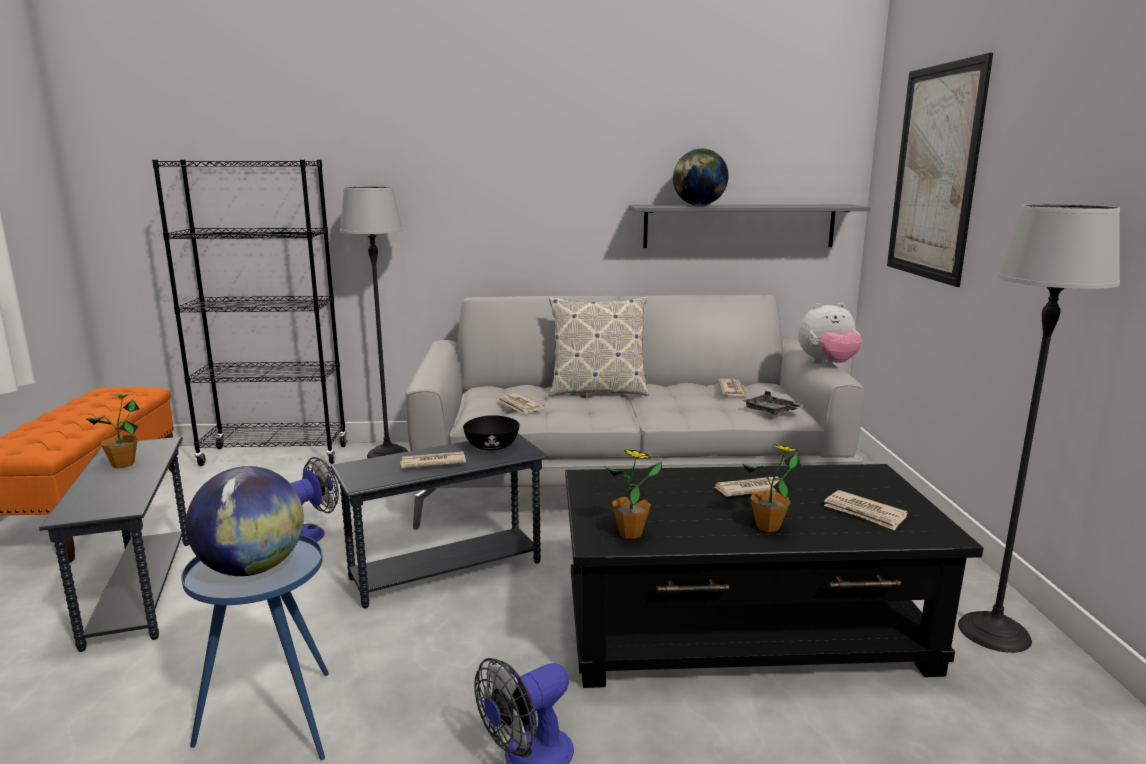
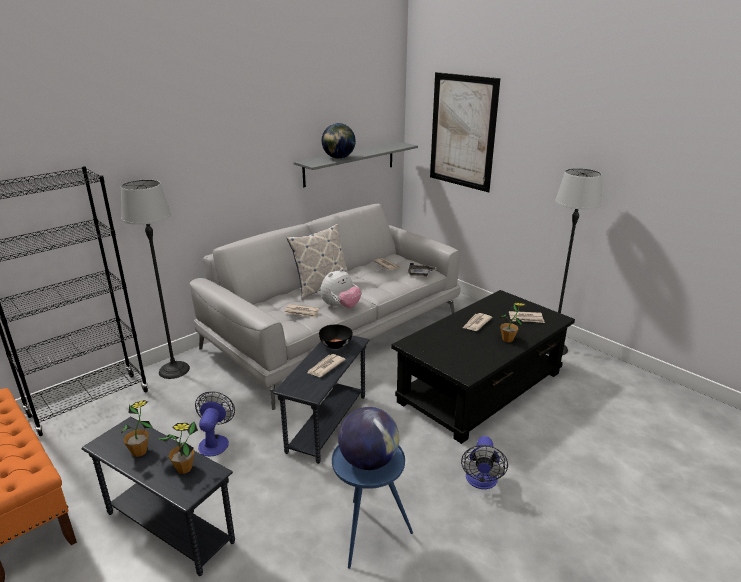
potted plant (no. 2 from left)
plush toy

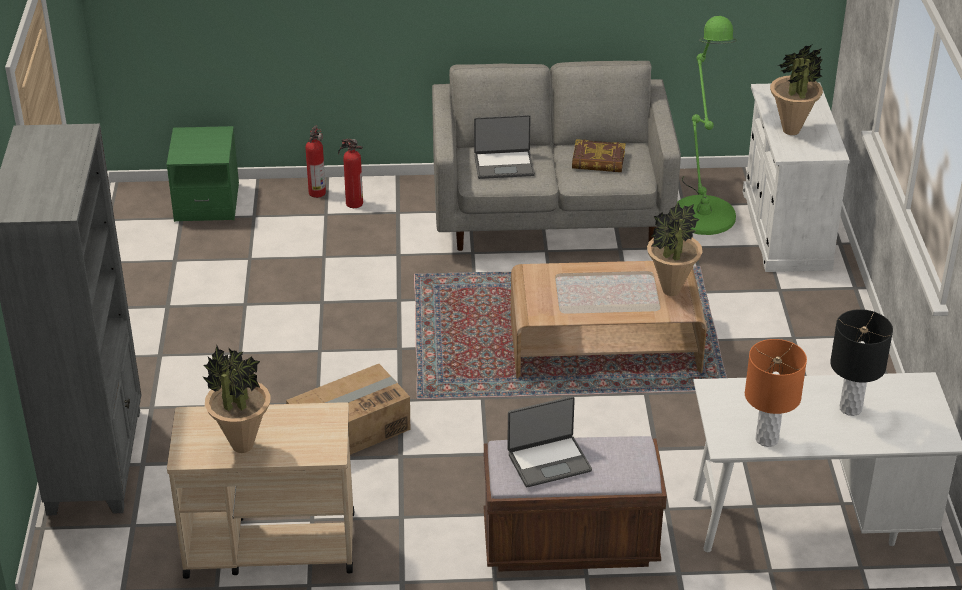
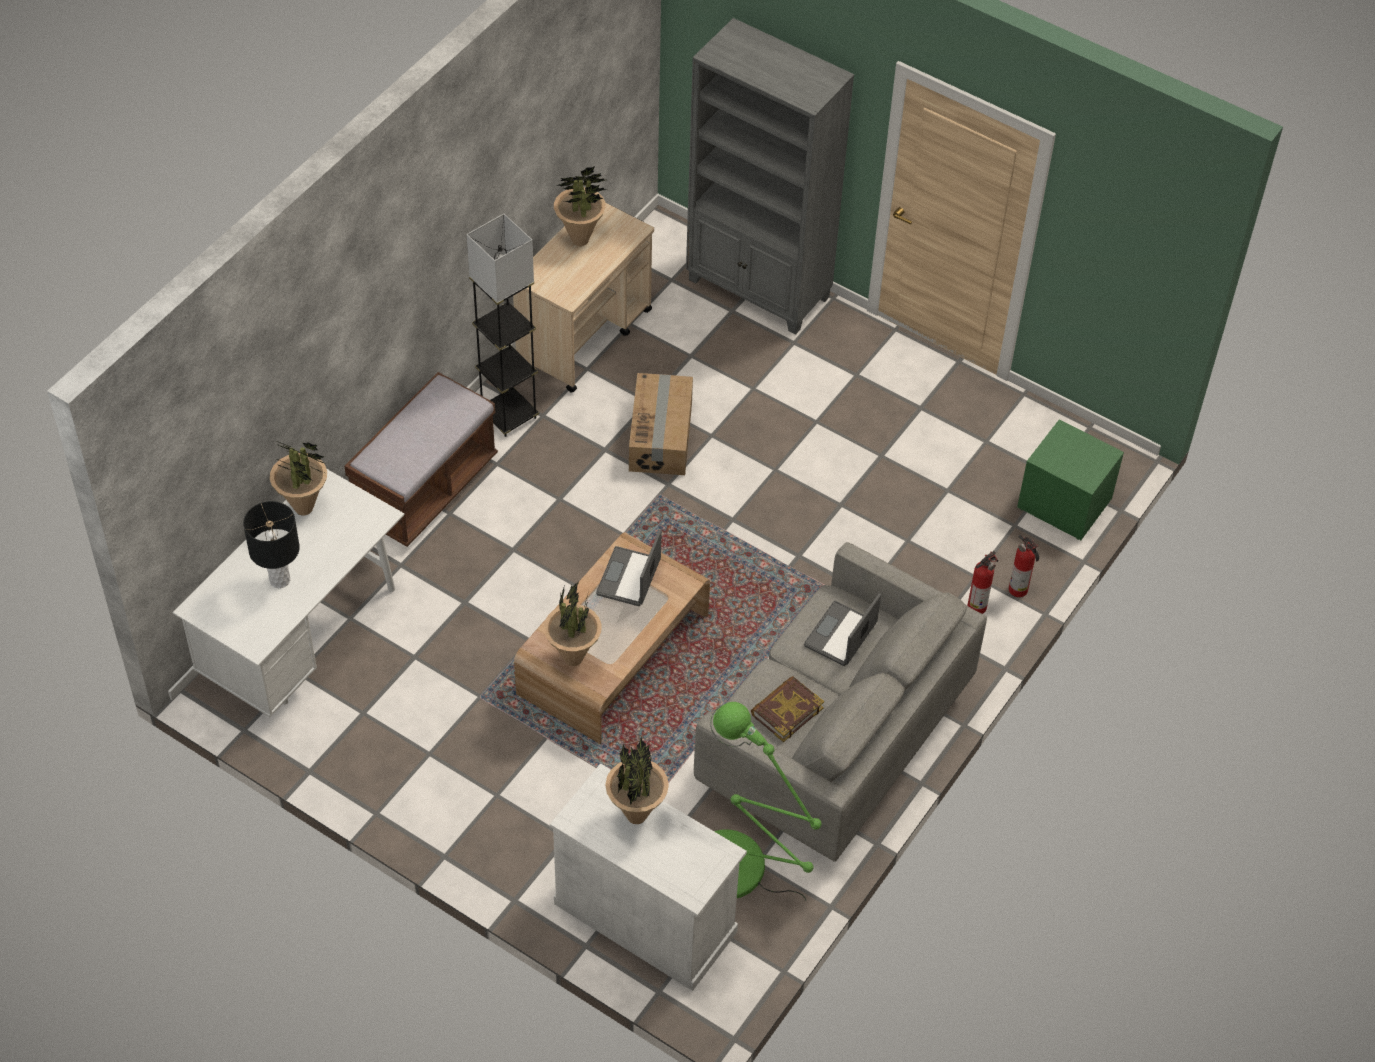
potted plant (no. 1 from left)
grey floor lamp
laptop (no. 1 from left)

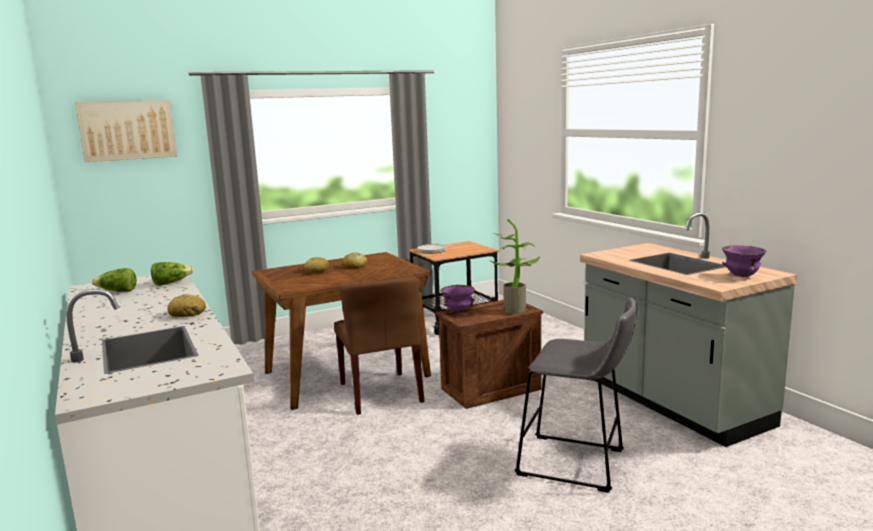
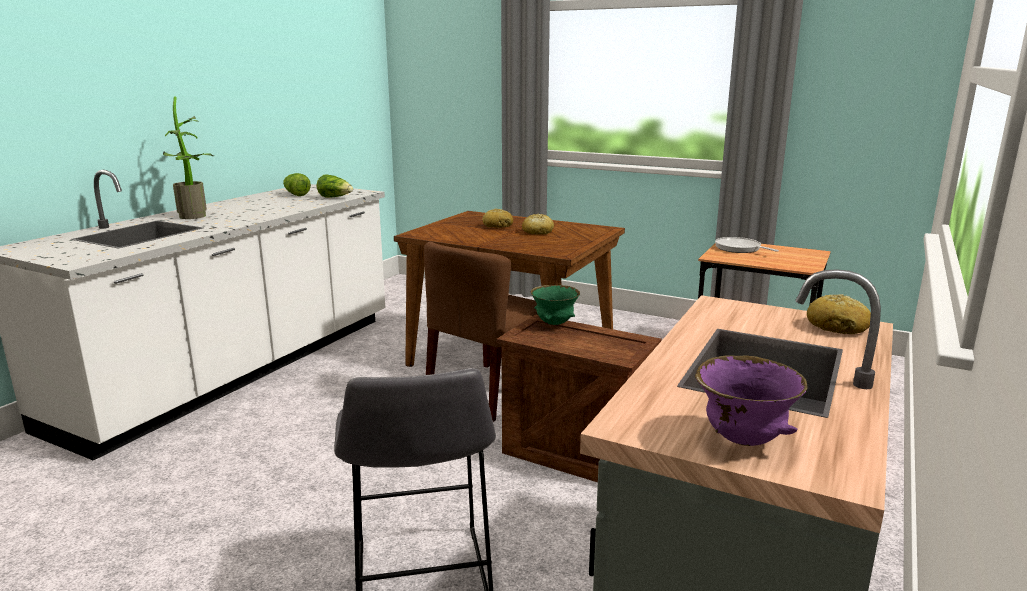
potted plant
green bowl
bread (no. 3 from left)
picture

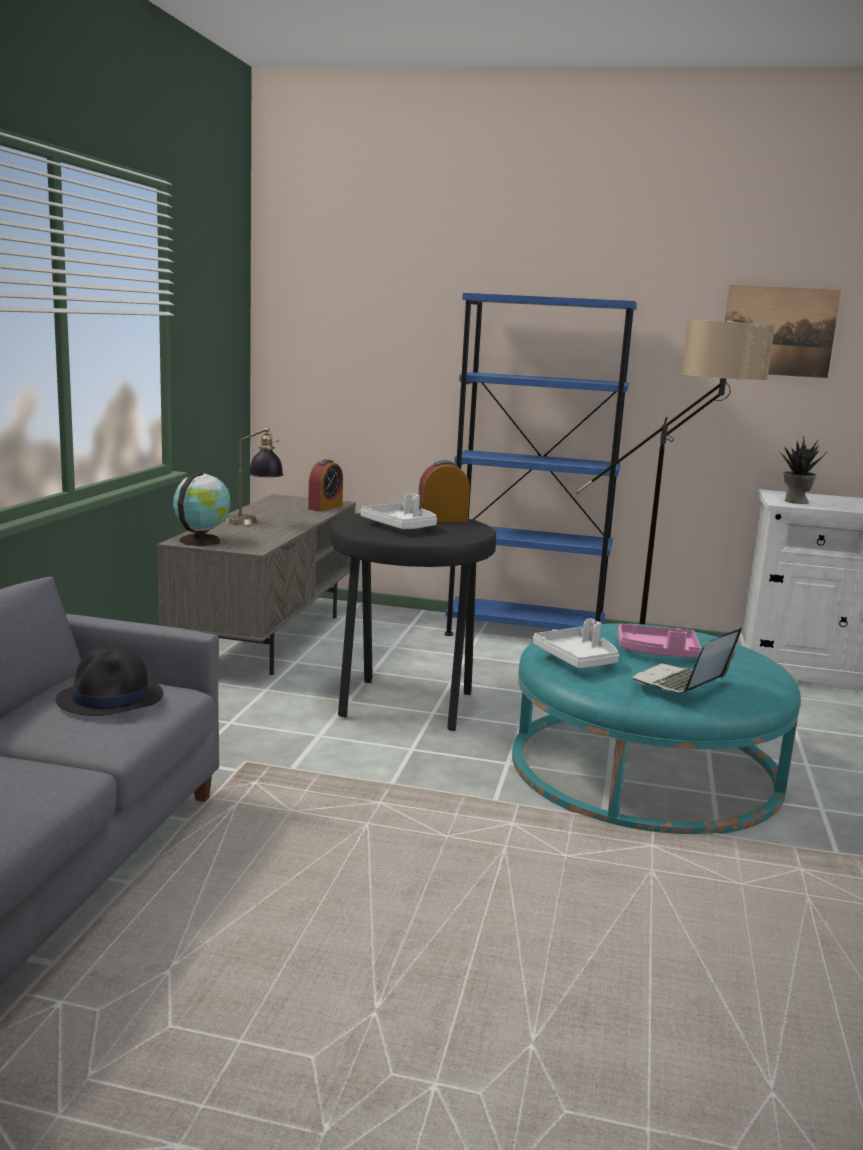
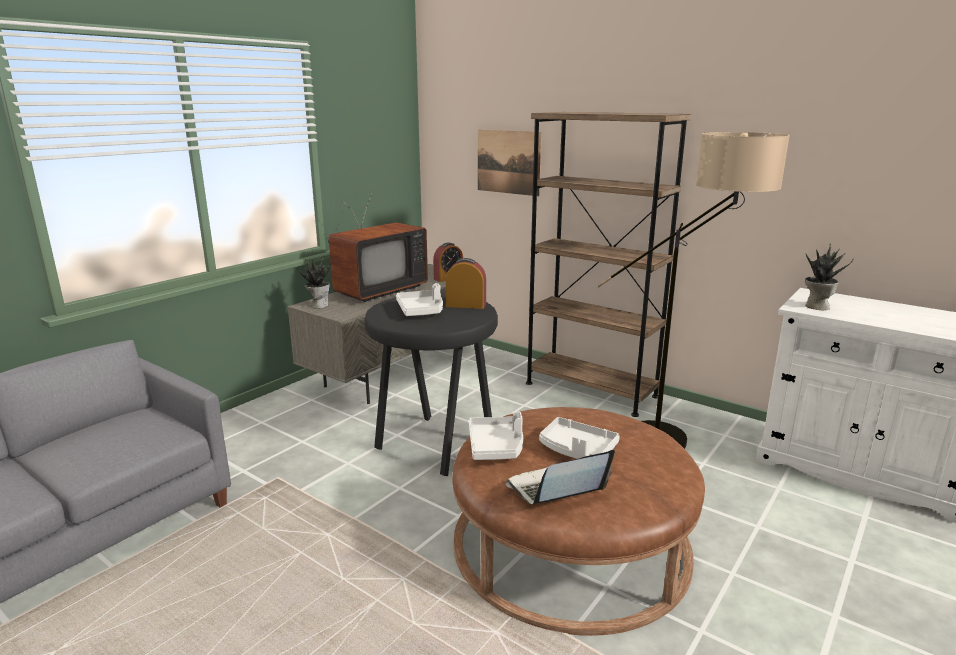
potted plant (no. 1 from left)
television
brown ottoman
picture
brown bookcase
white tray (no. 3 from left)
black hat

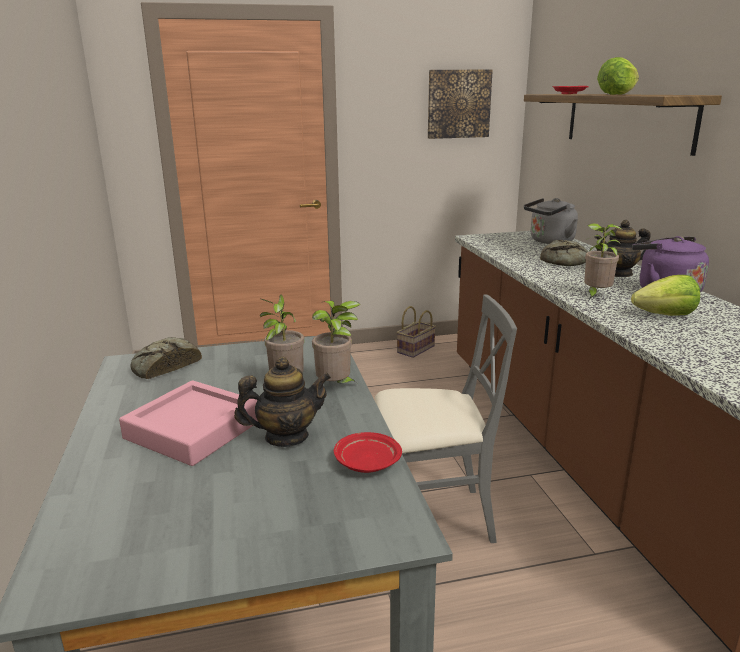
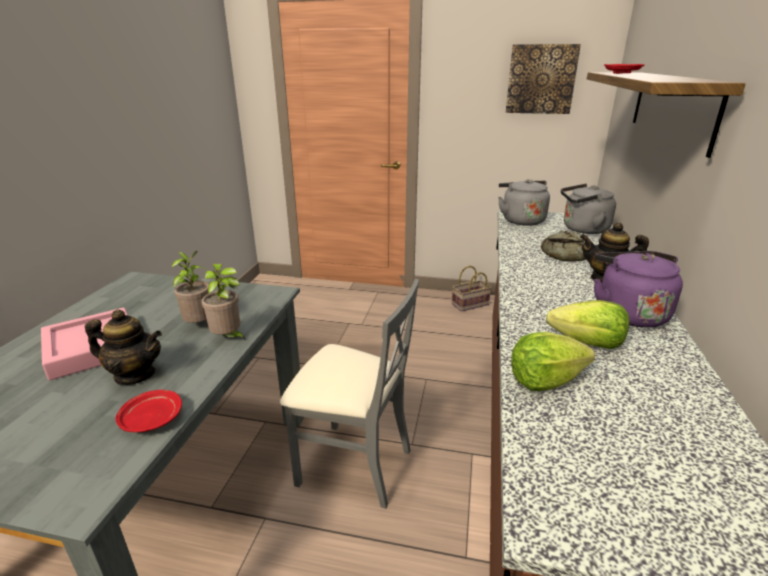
grey kettle (no. 1 from left)
lettuce (no. 1 from left)
bread (no. 1 from left in the first image)
potted plant (no. 3 from left in the first image)

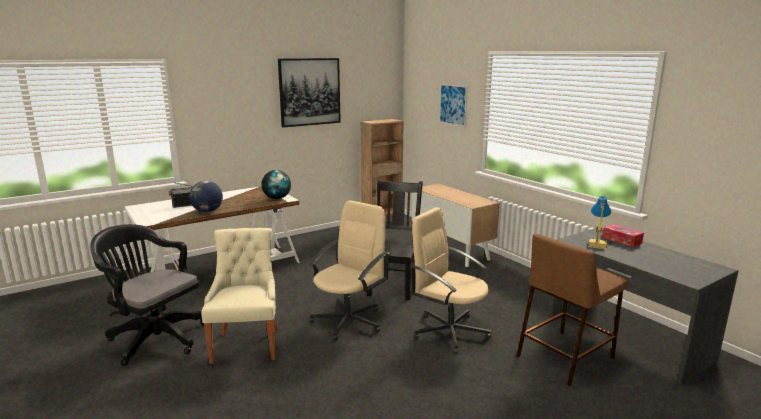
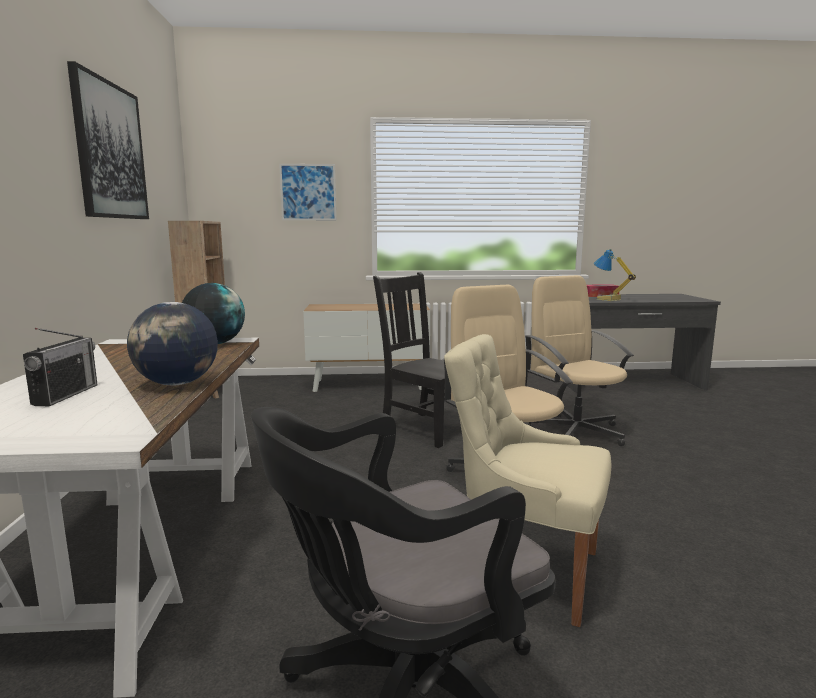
beige office chair (no. 2 from left)
brown stool

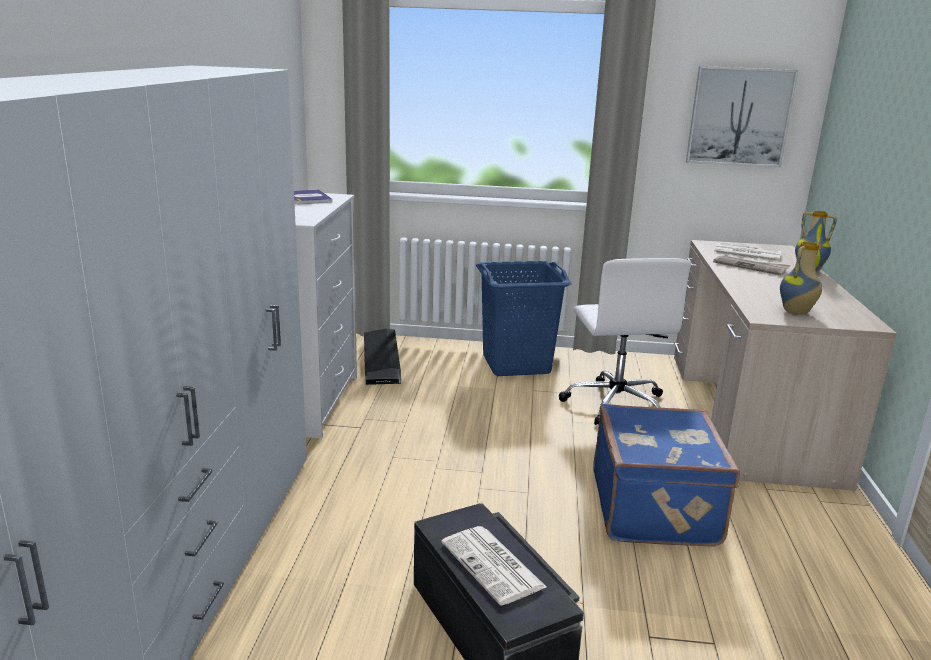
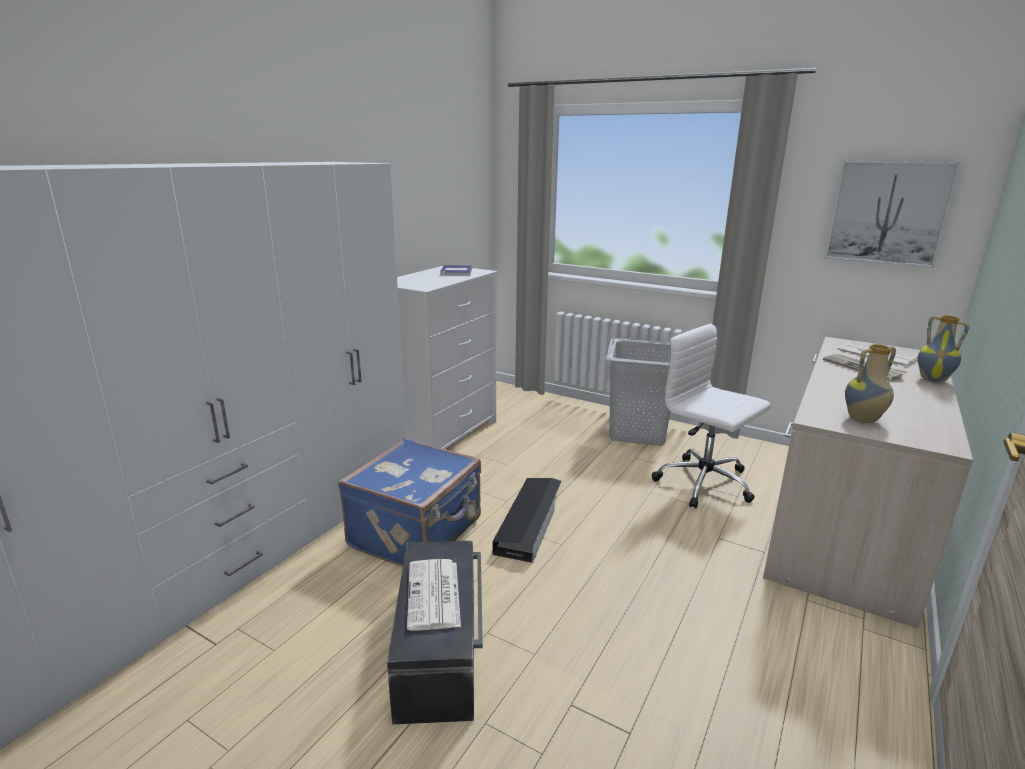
blue suitcase
black storage box (no. 2 from left)
grey laundry basket
white office chair

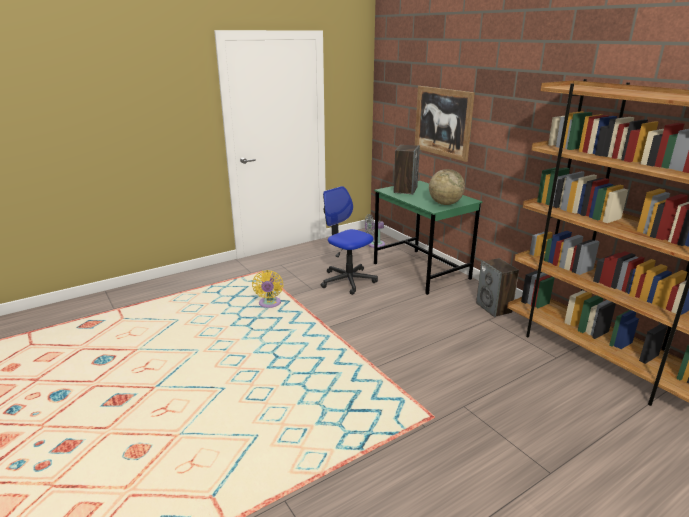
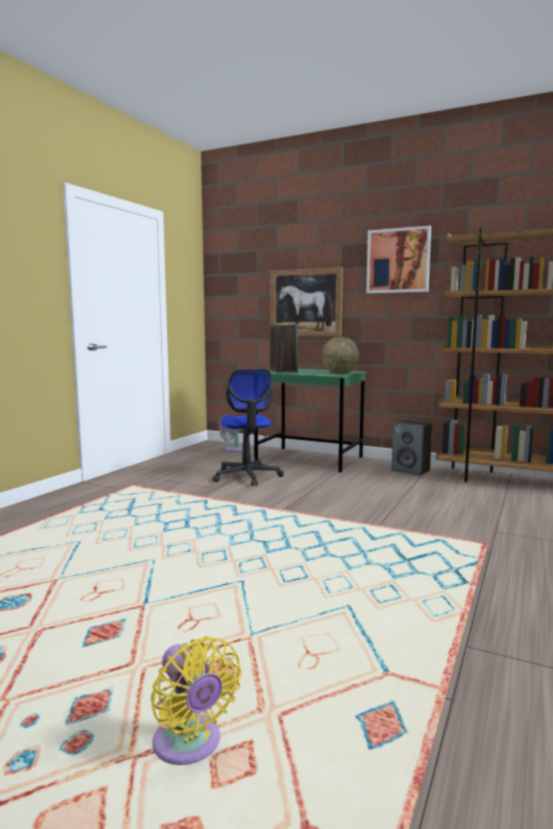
yellow fan
office chair
picture (no. 2 from left)

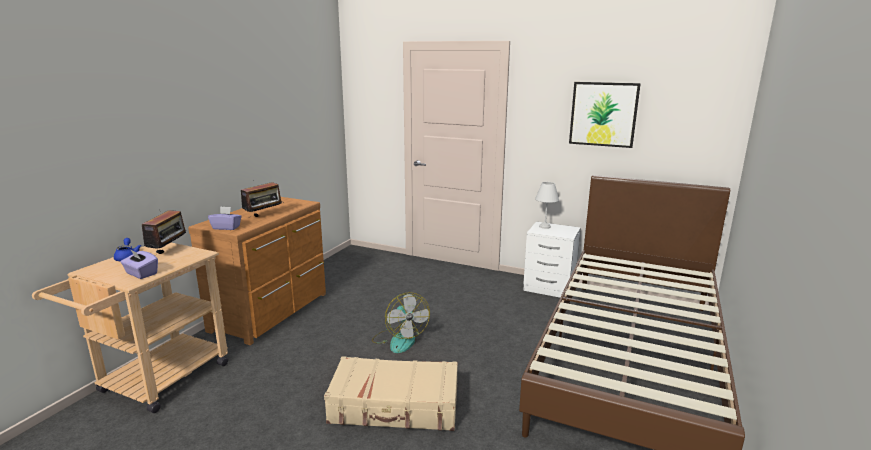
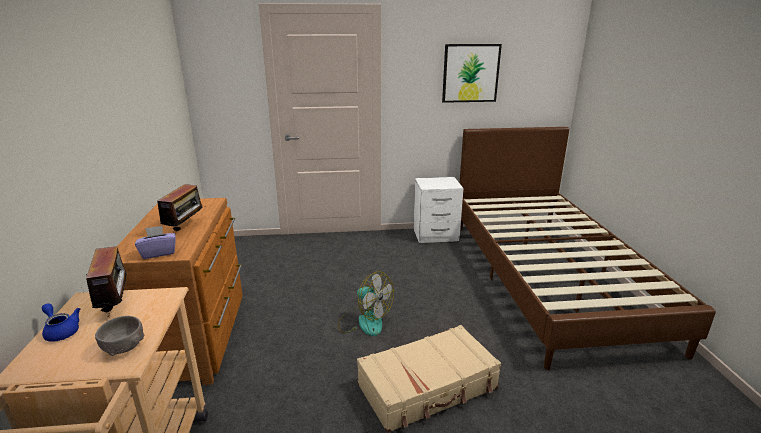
grey bowl
white table lamp

